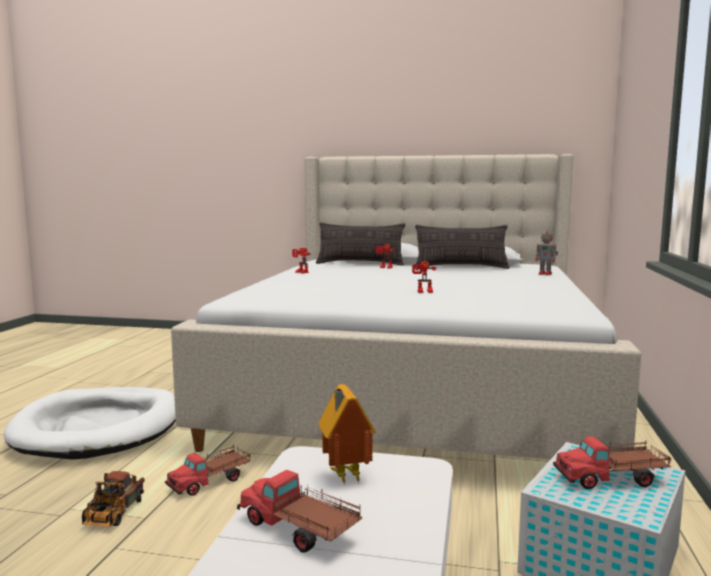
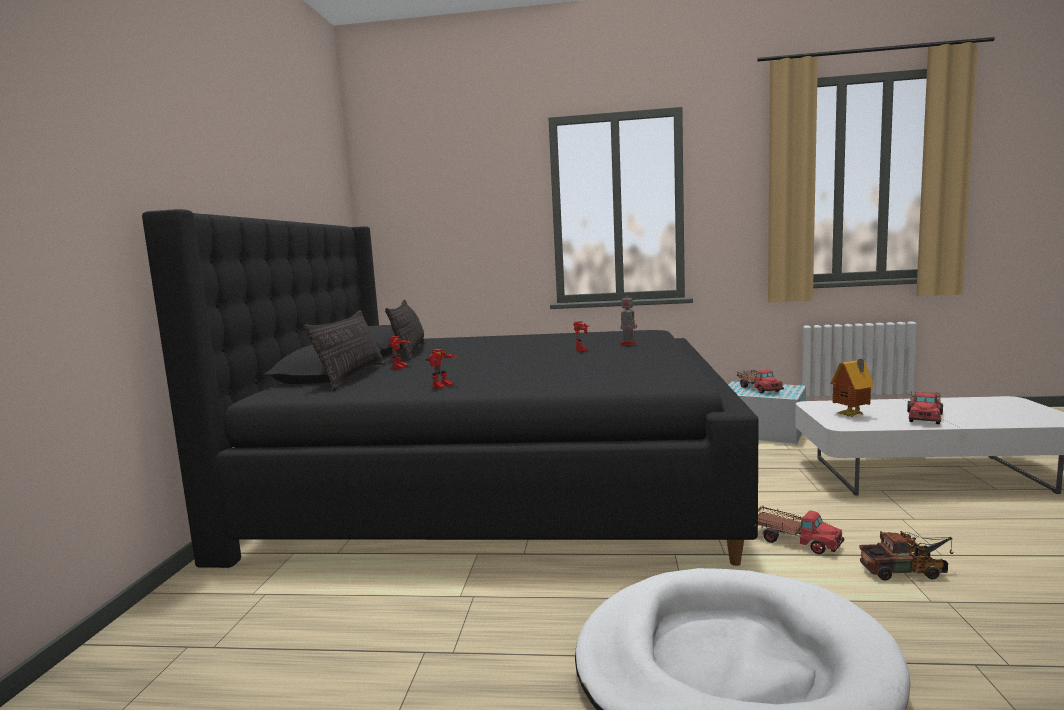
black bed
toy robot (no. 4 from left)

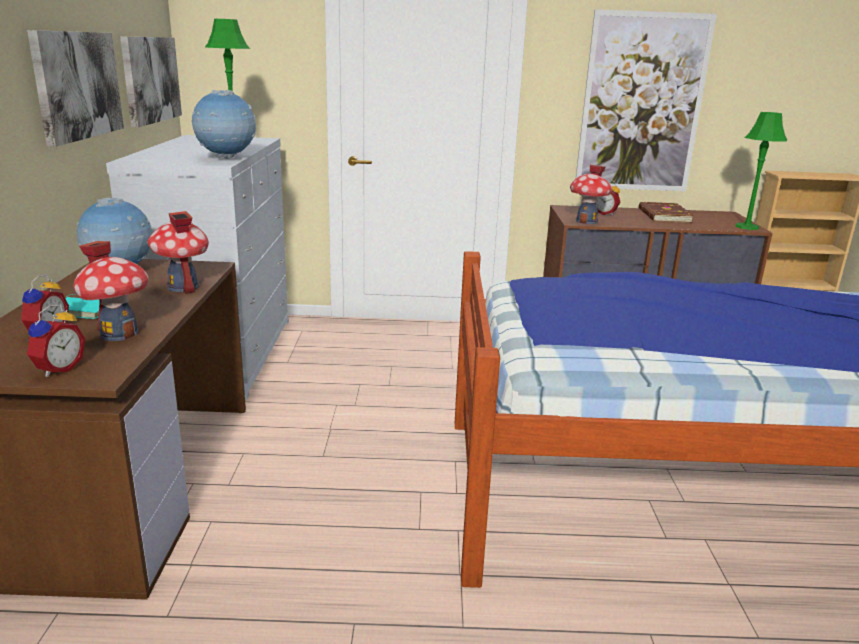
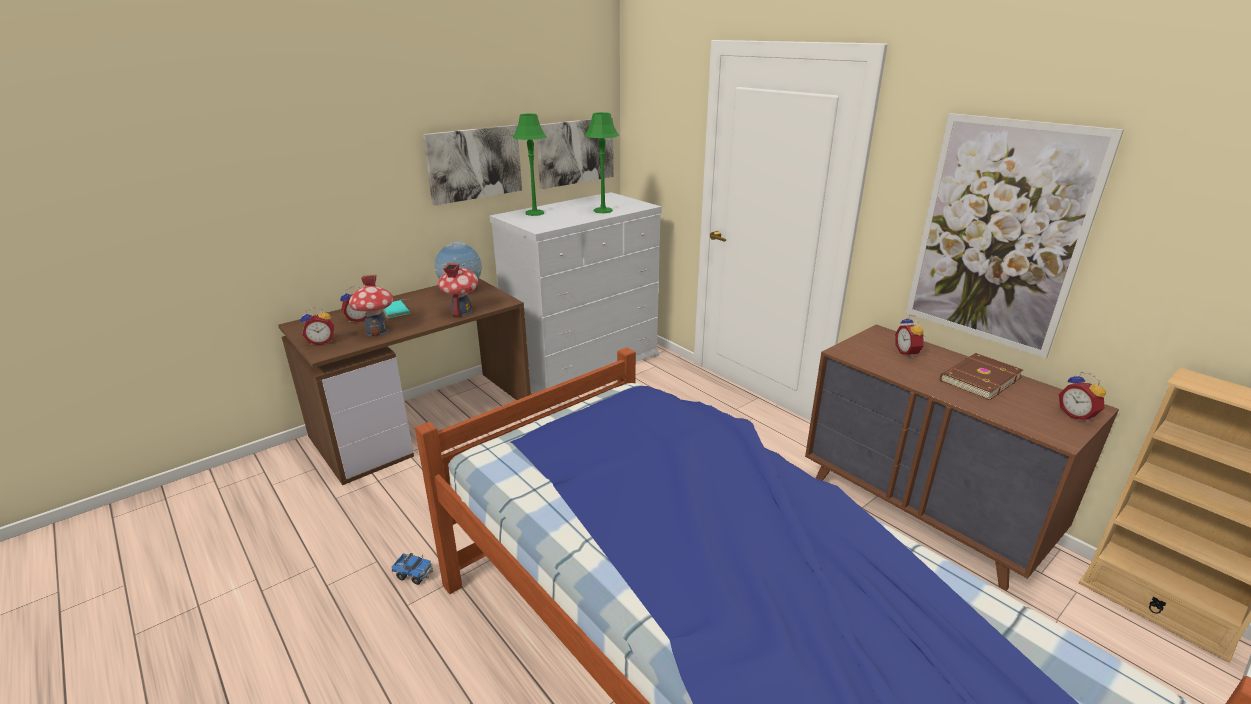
toy truck
green table lamp (no. 1 from left)
alarm clock (no. 4 from left)
globe (no. 2 from left in the first image)
toy house (no. 3 from left in the first image)

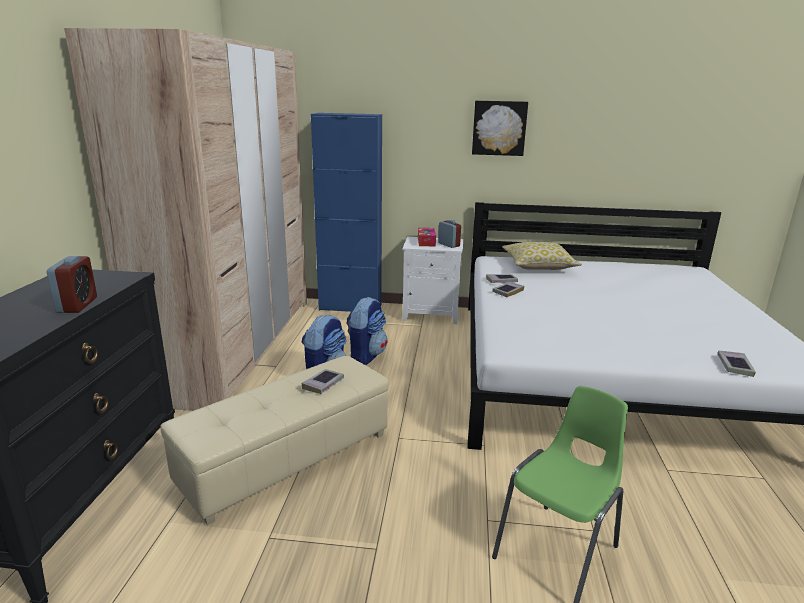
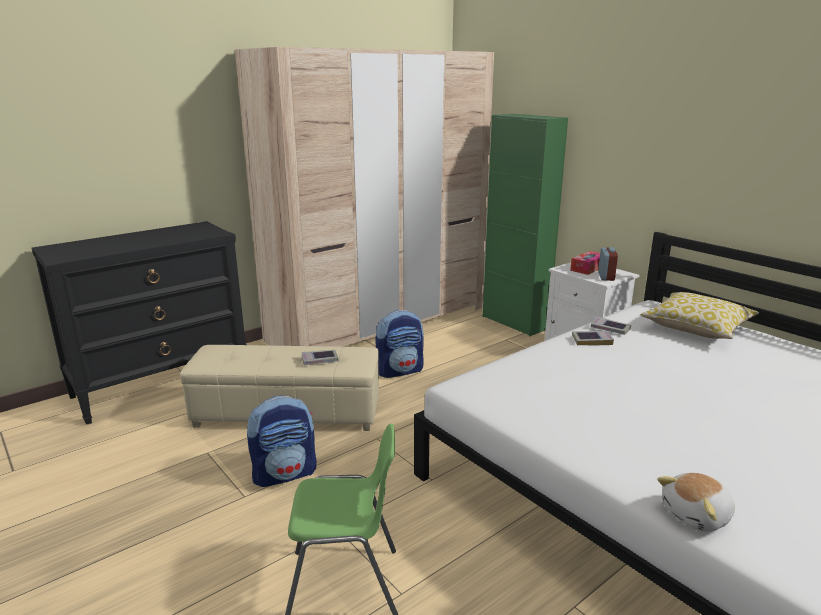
backpack (no. 1 from left)
green cabinet
plush toy
alarm clock (no. 1 from left in the first image)
picture

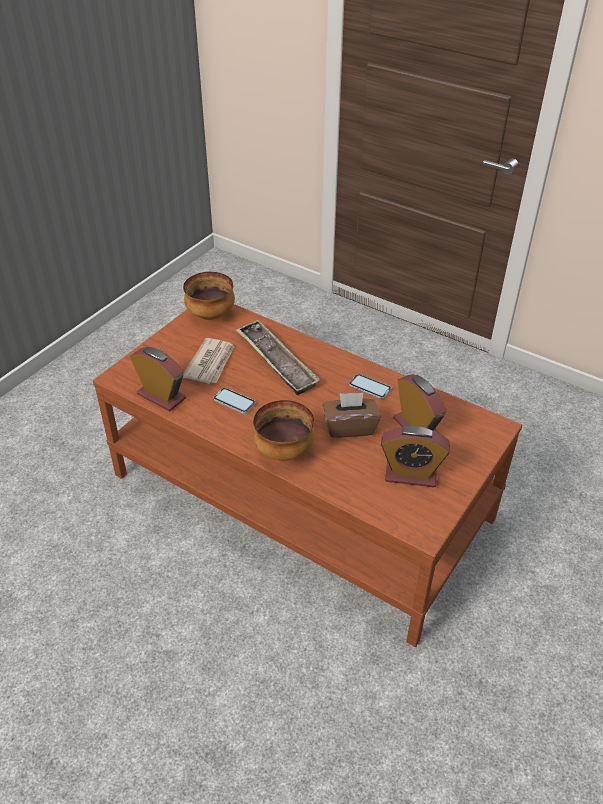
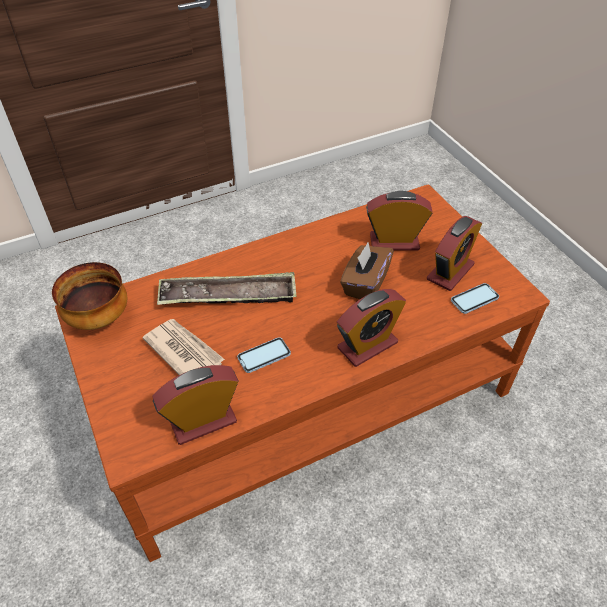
alarm clock (no. 2 from left)
phone (no. 2 from left)

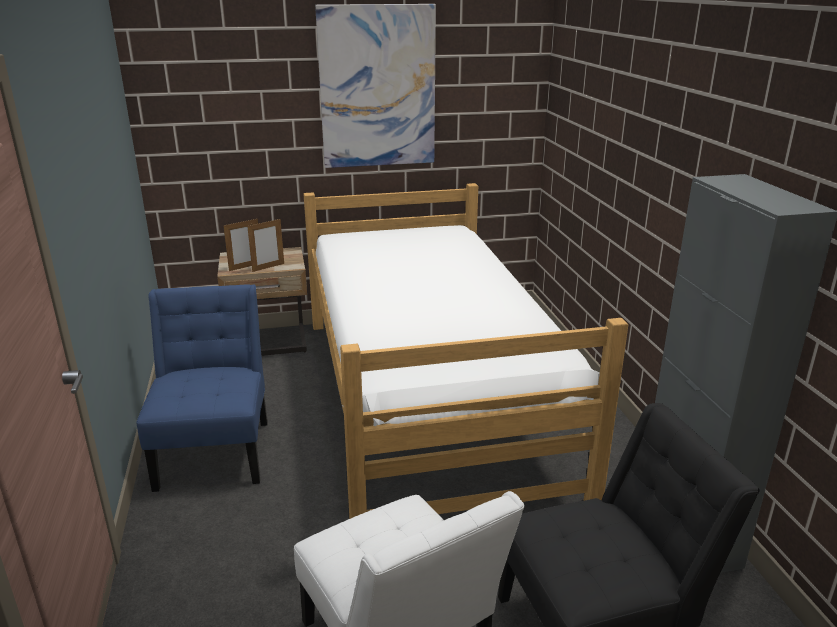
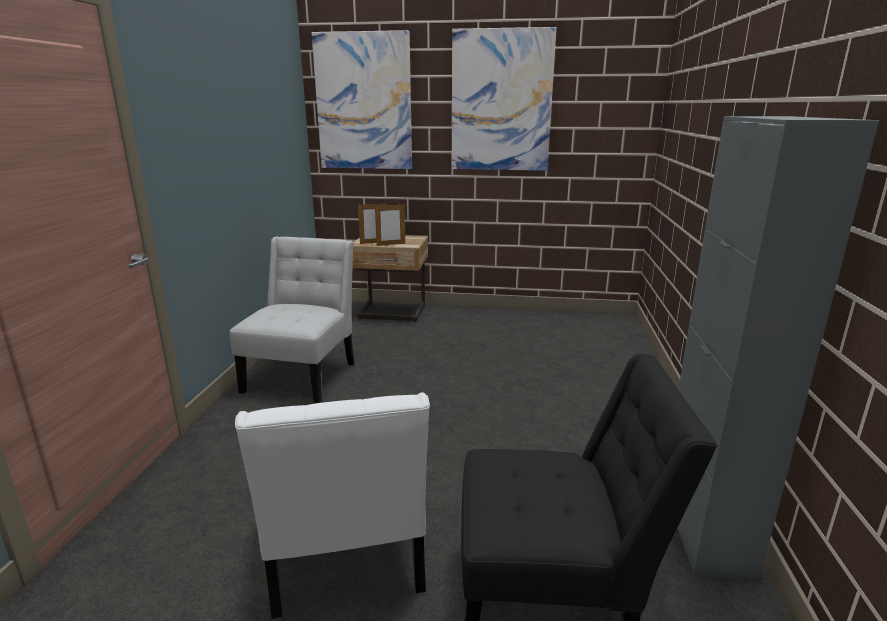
white chair (no. 1 from left)
picture (no. 1 from left)
bed

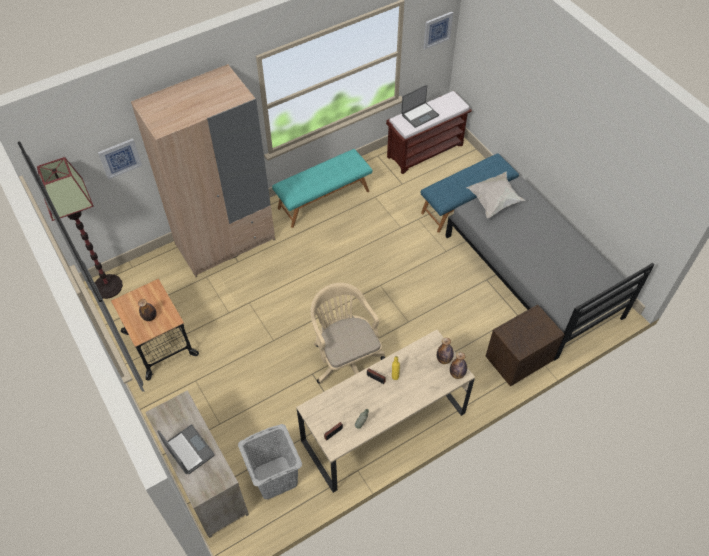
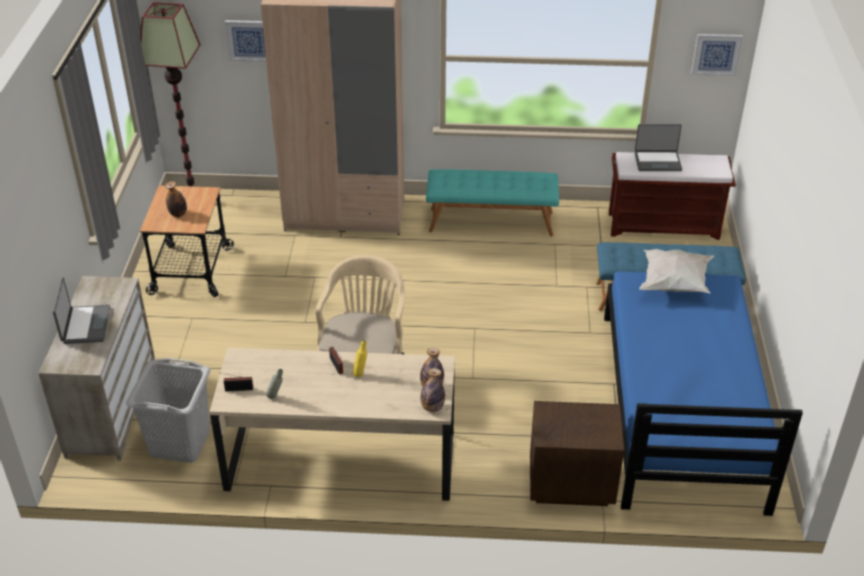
blue bed

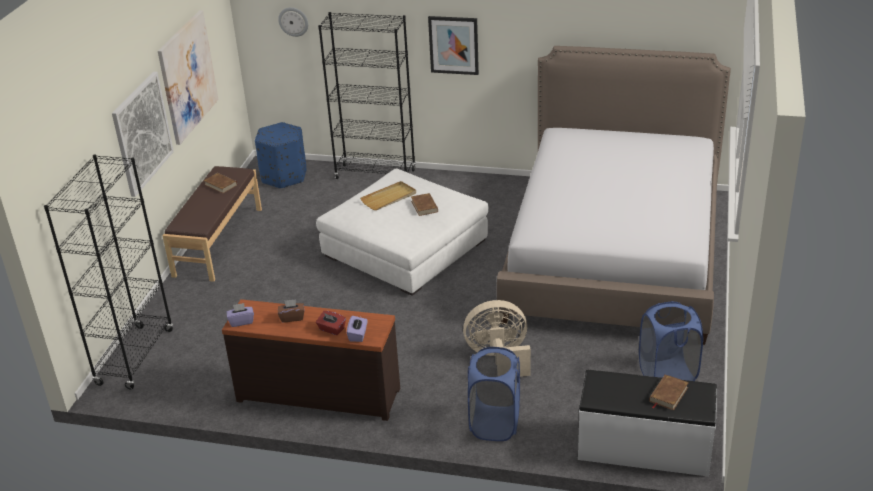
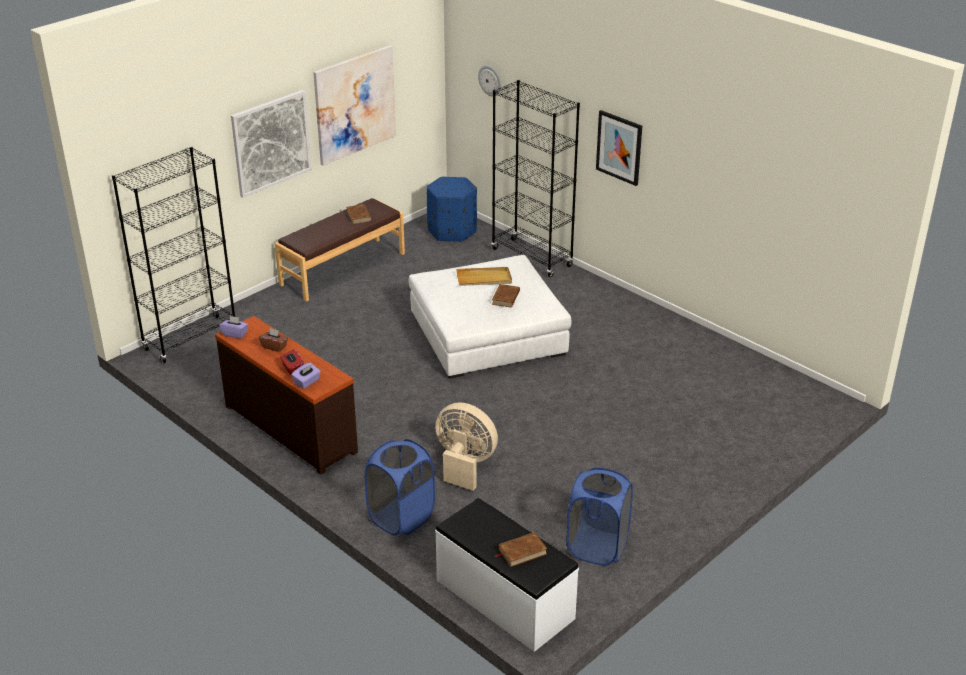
bed

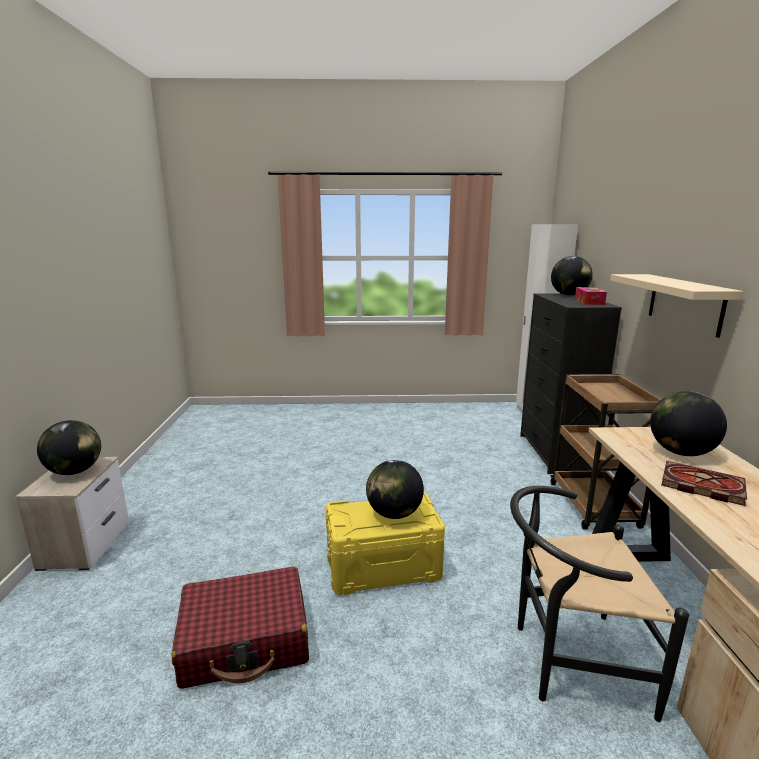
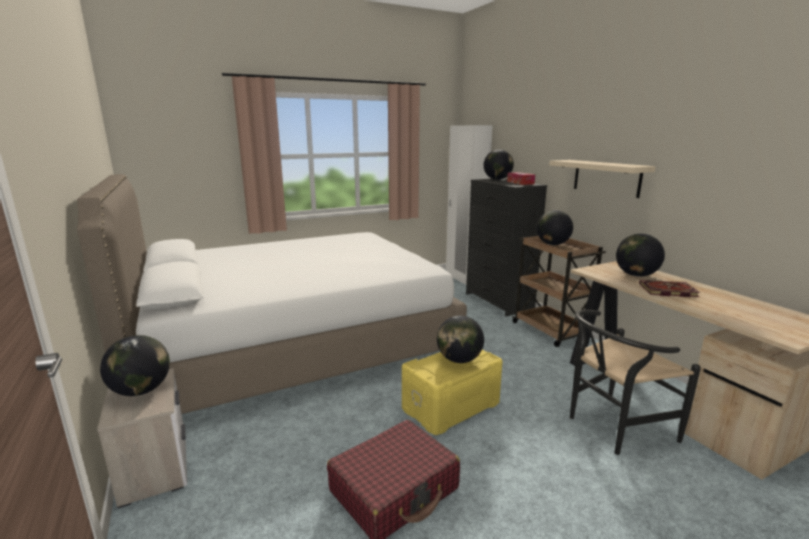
white bed
globe (no. 4 from left)

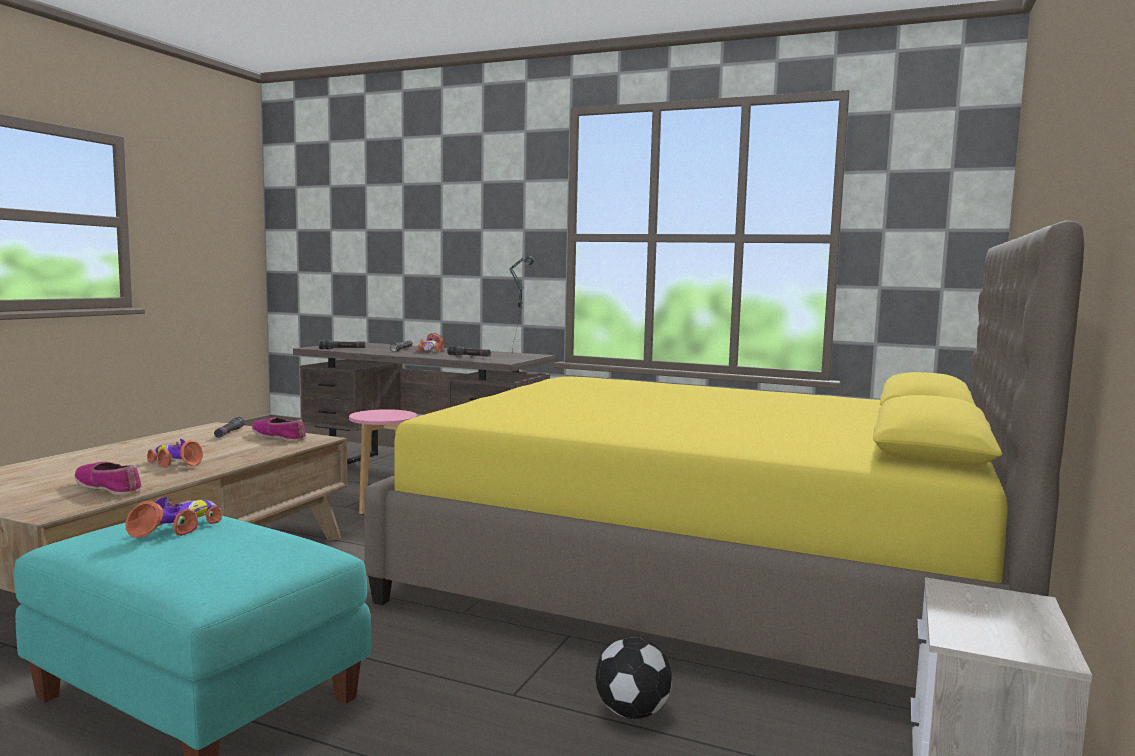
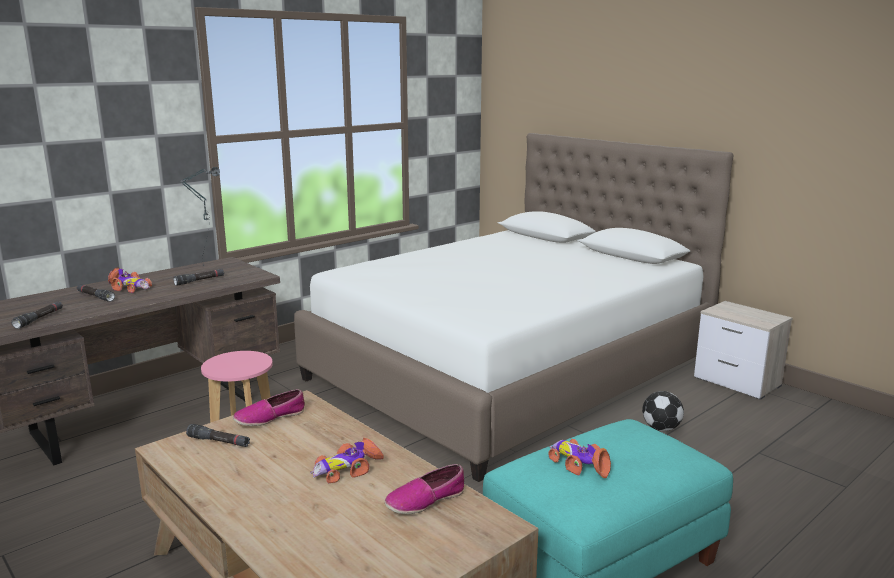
white bed

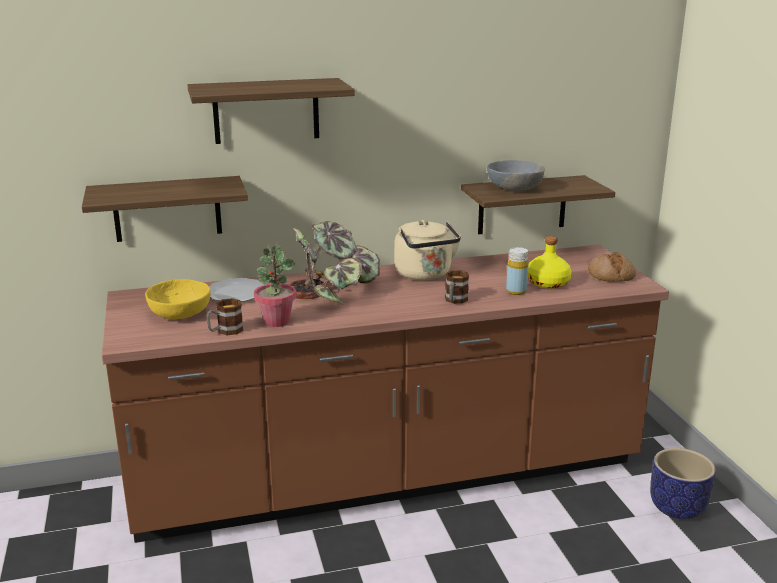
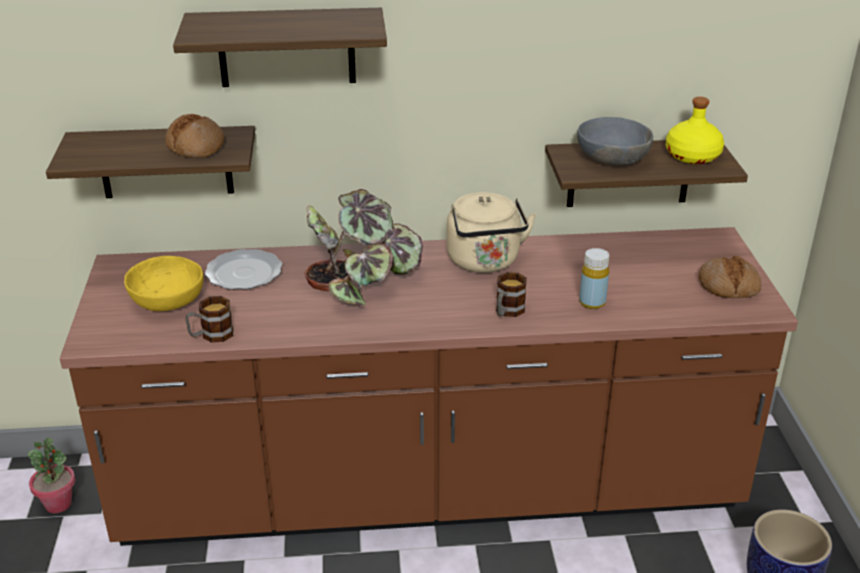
potted plant (no. 1 from left)
bread (no. 1 from left)
yellow bottle (no. 2 from left)

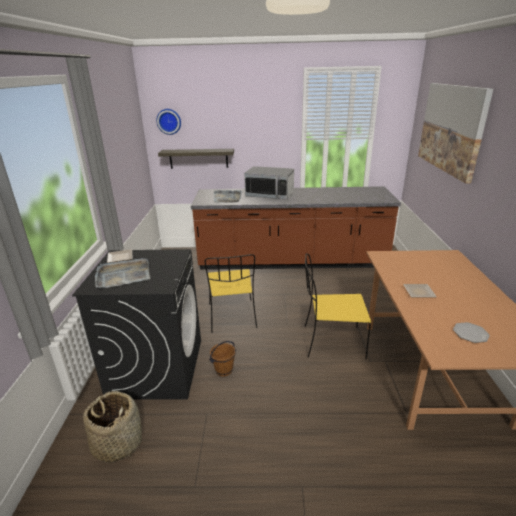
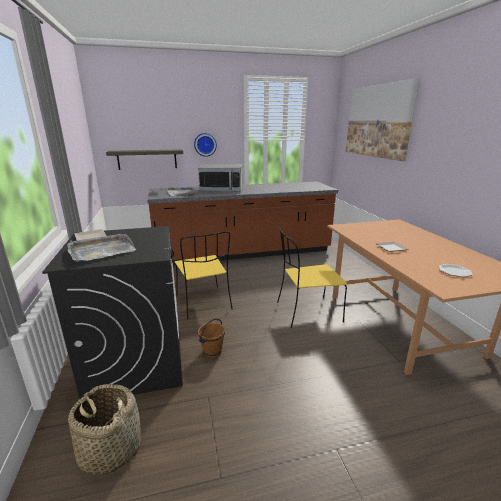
wall clock

